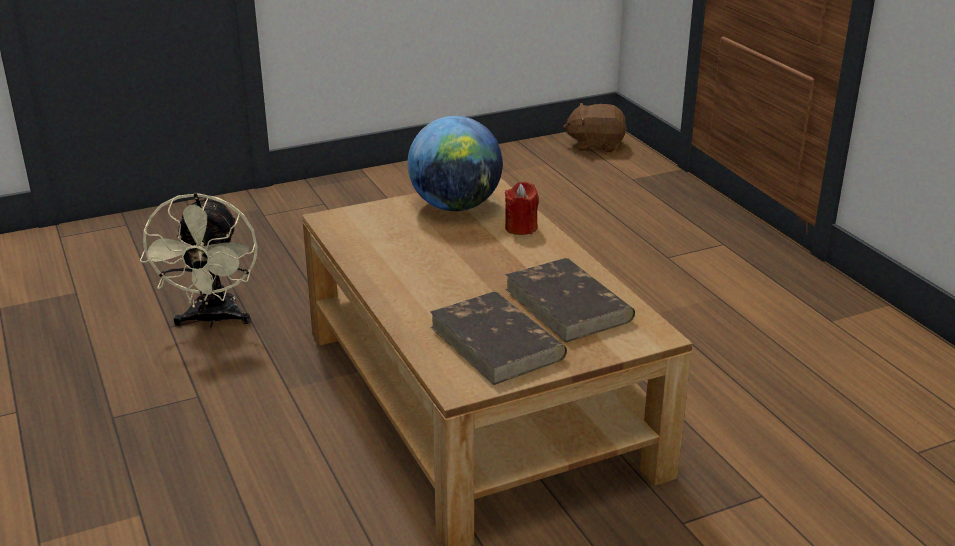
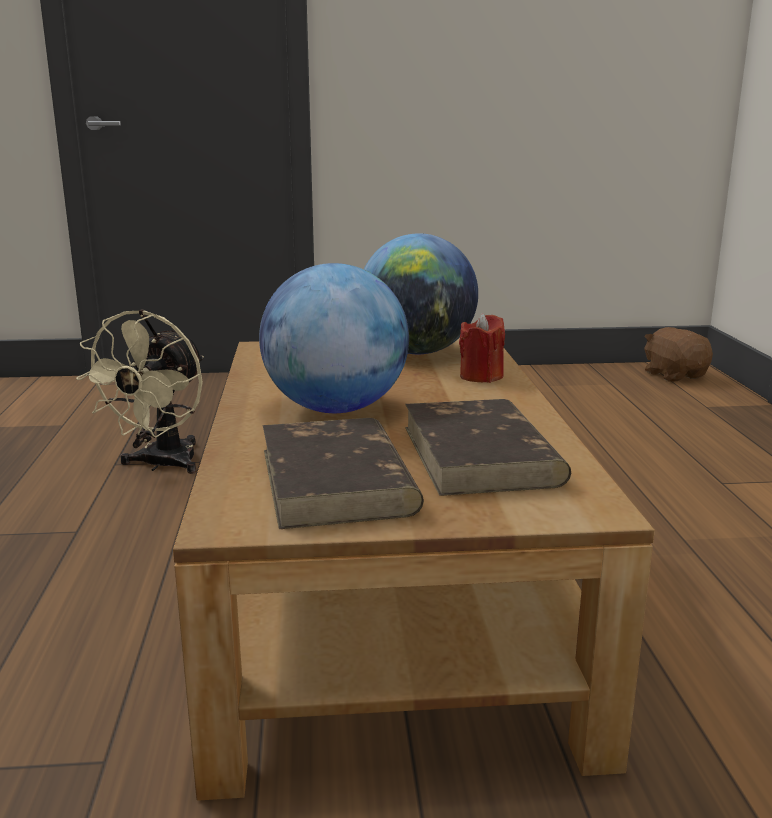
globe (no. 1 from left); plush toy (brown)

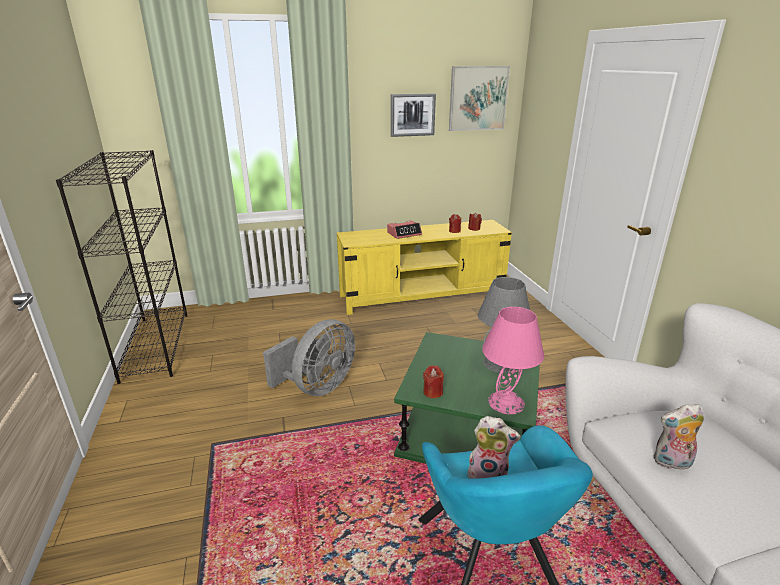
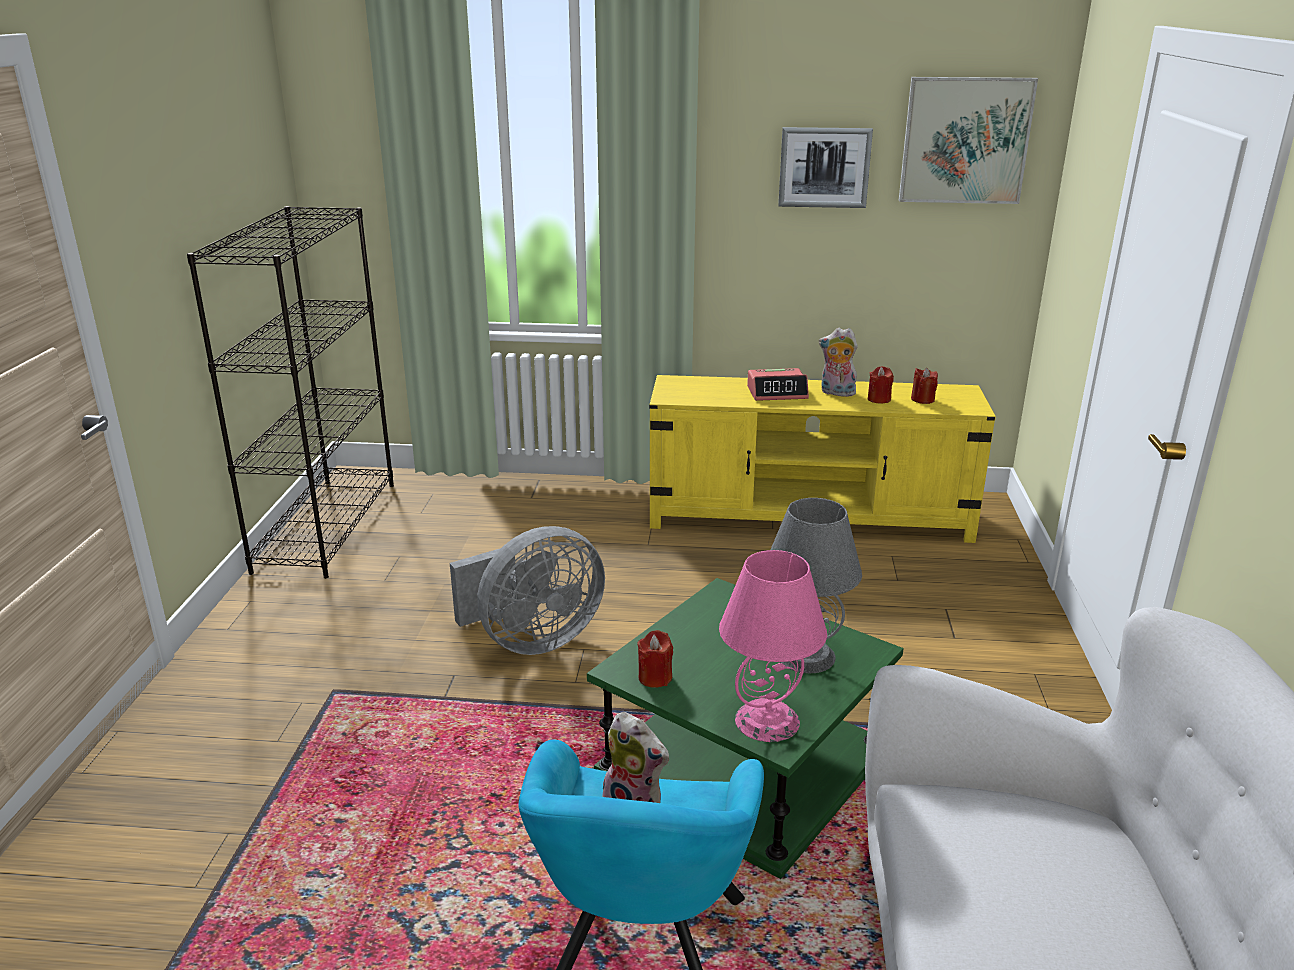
plush toy (no. 2 from left)

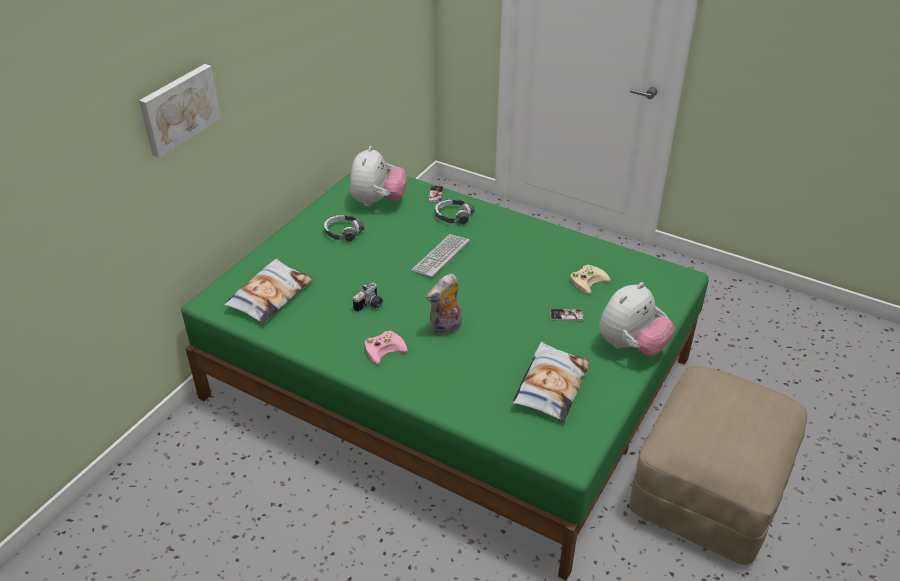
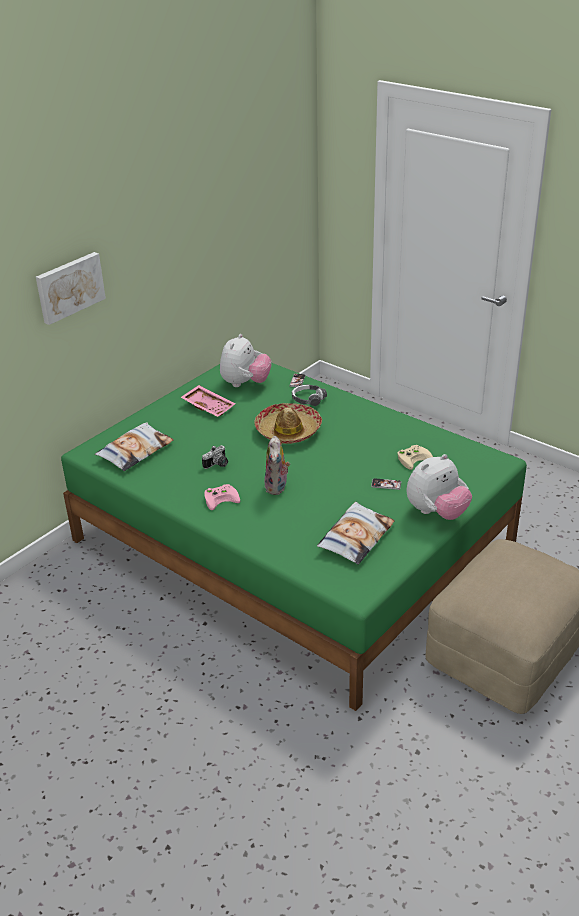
tray (pink); hat; plush toy (no. 2 from left)

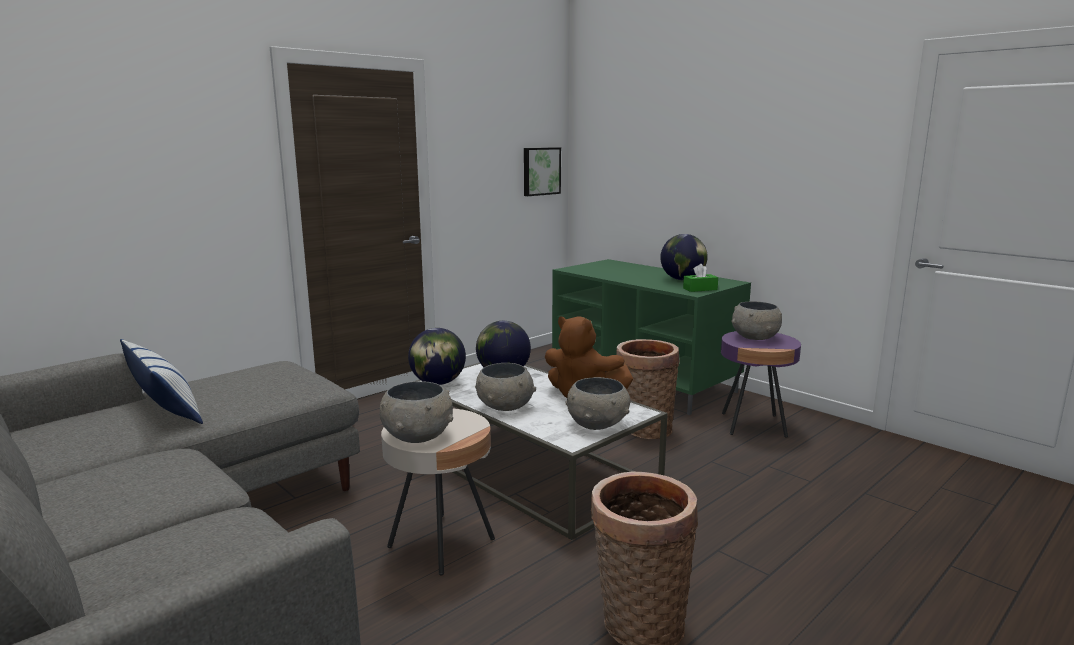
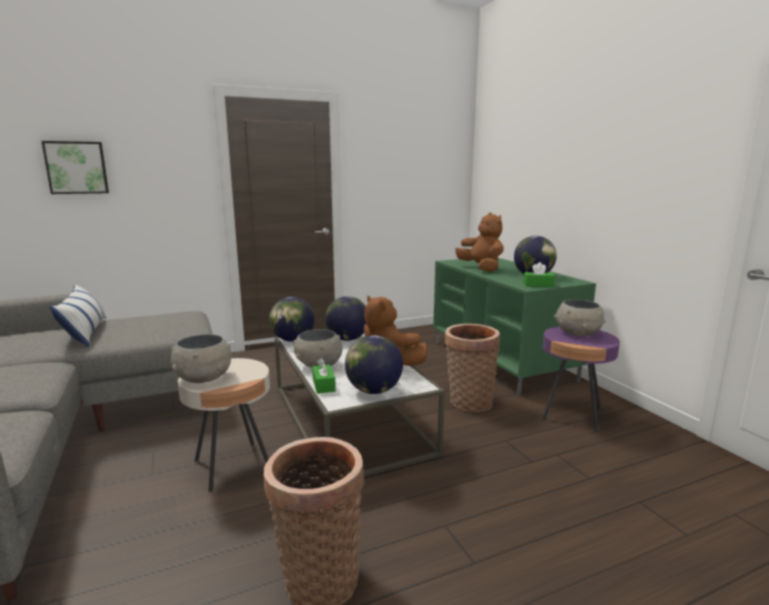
tissue box (green) (no. 1 from left); plush toy (brown) (no. 2 from left); picture; globe (no. 3 from left)

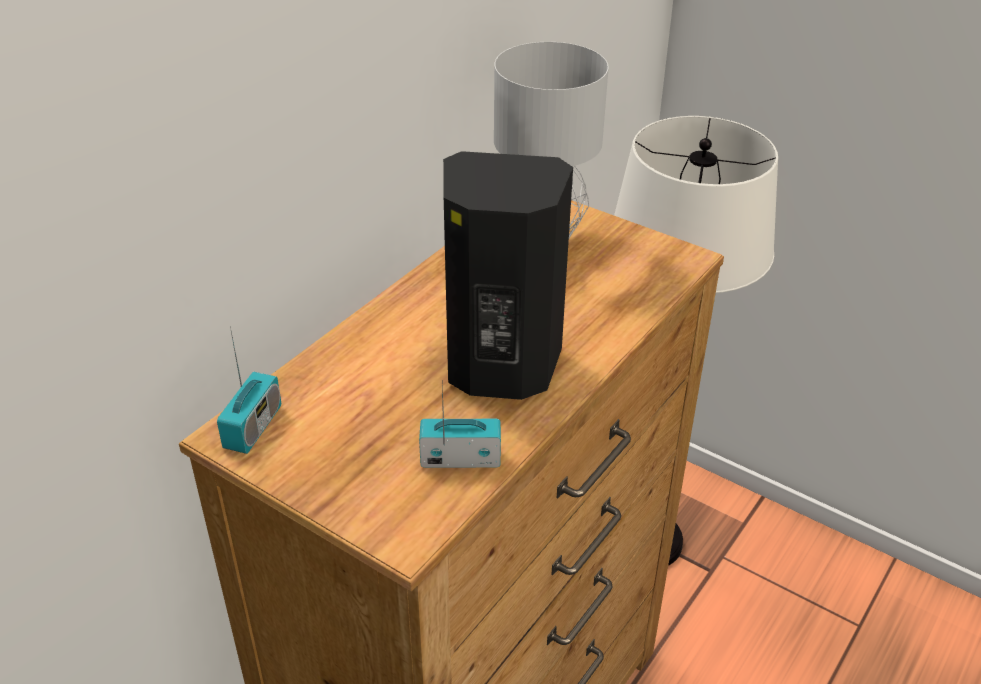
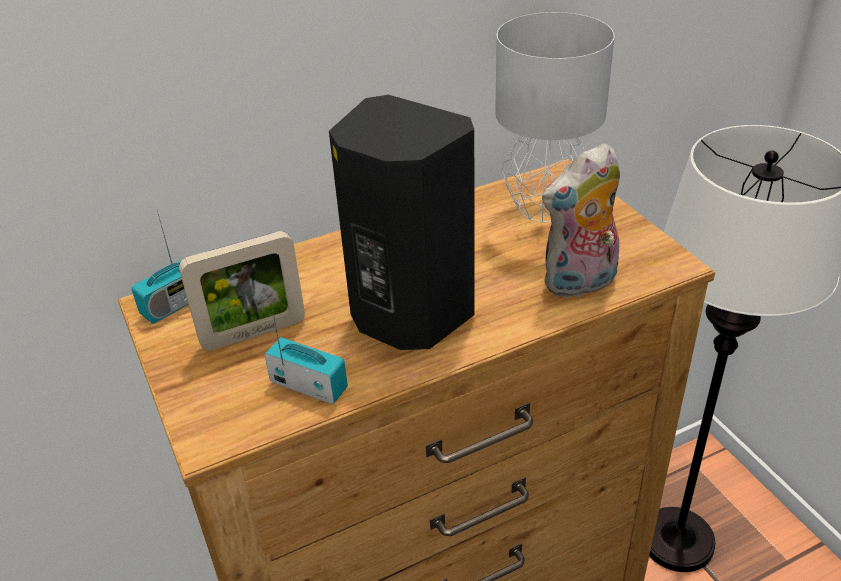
picture frame; plush toy

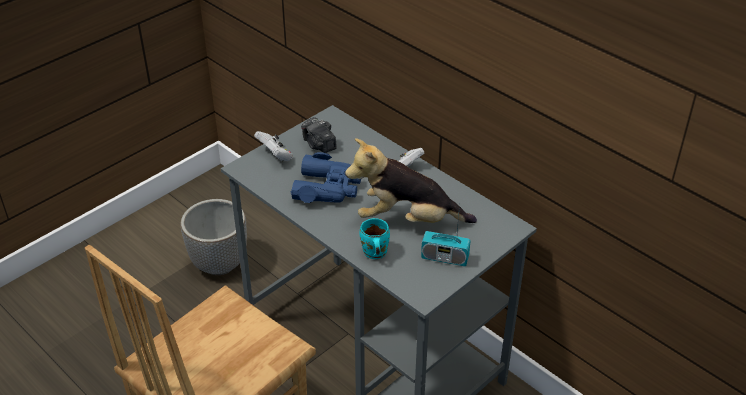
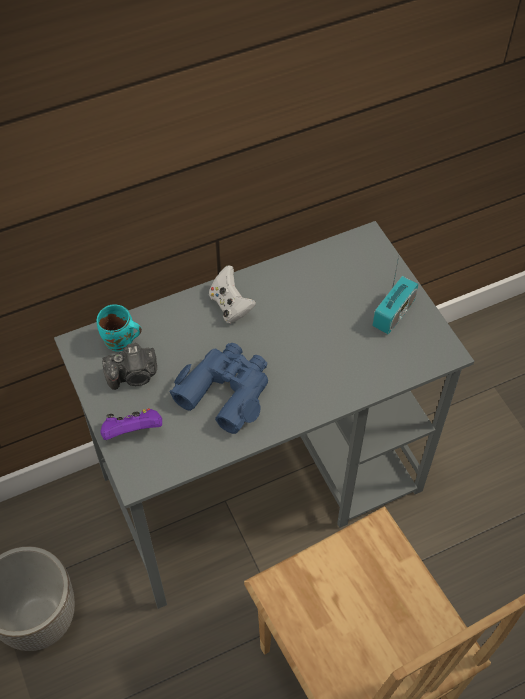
plush toy; mug (turquoise); game controller (purple)

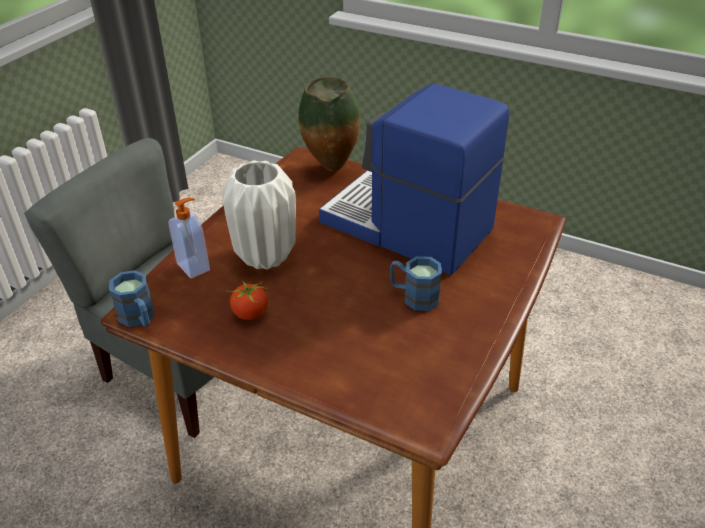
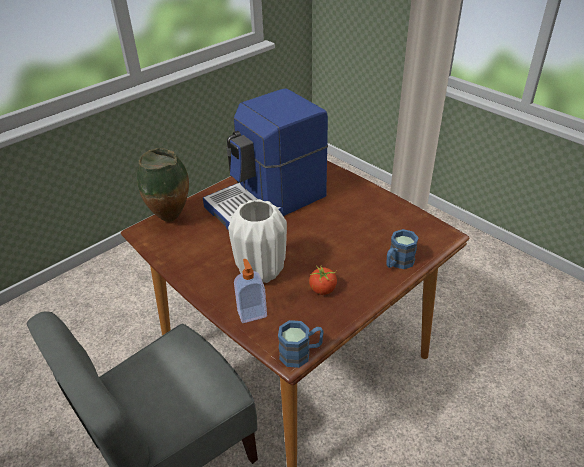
mug (blue) (no. 2 from left)

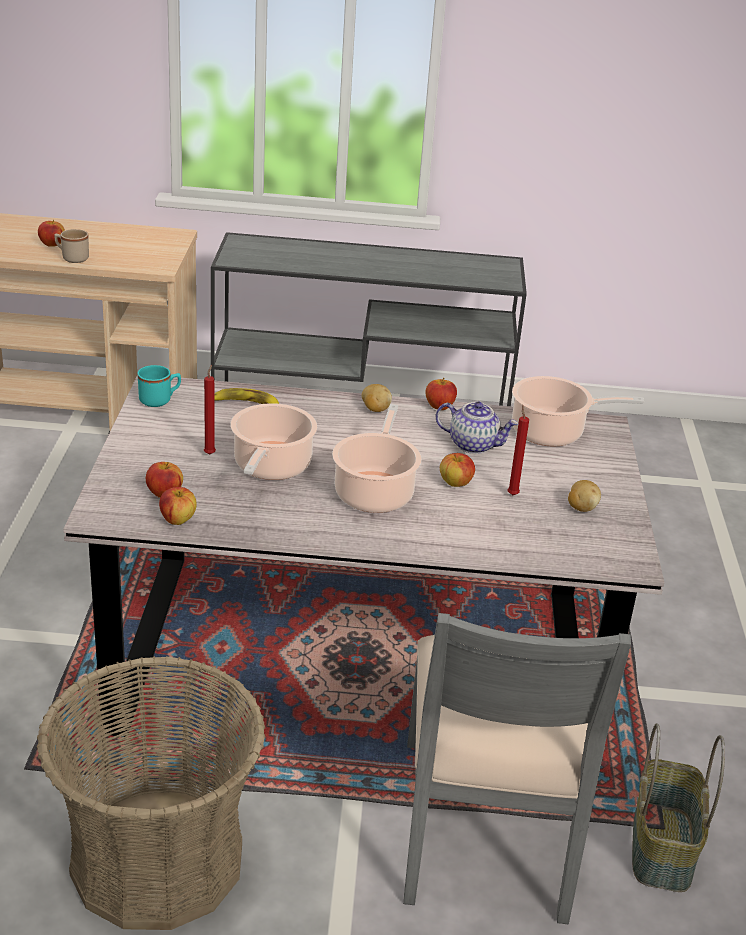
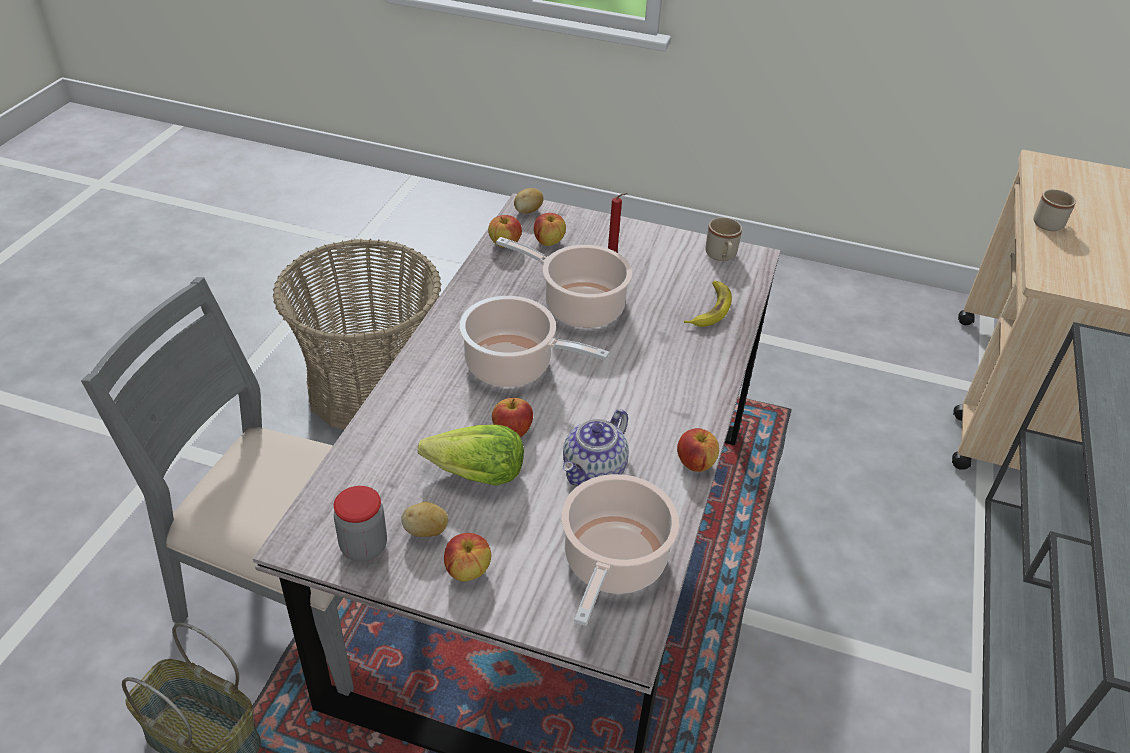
jar; apple (no. 1 from left); potato (no. 2 from left); lettuce; mug (beige) (no. 1 from left)

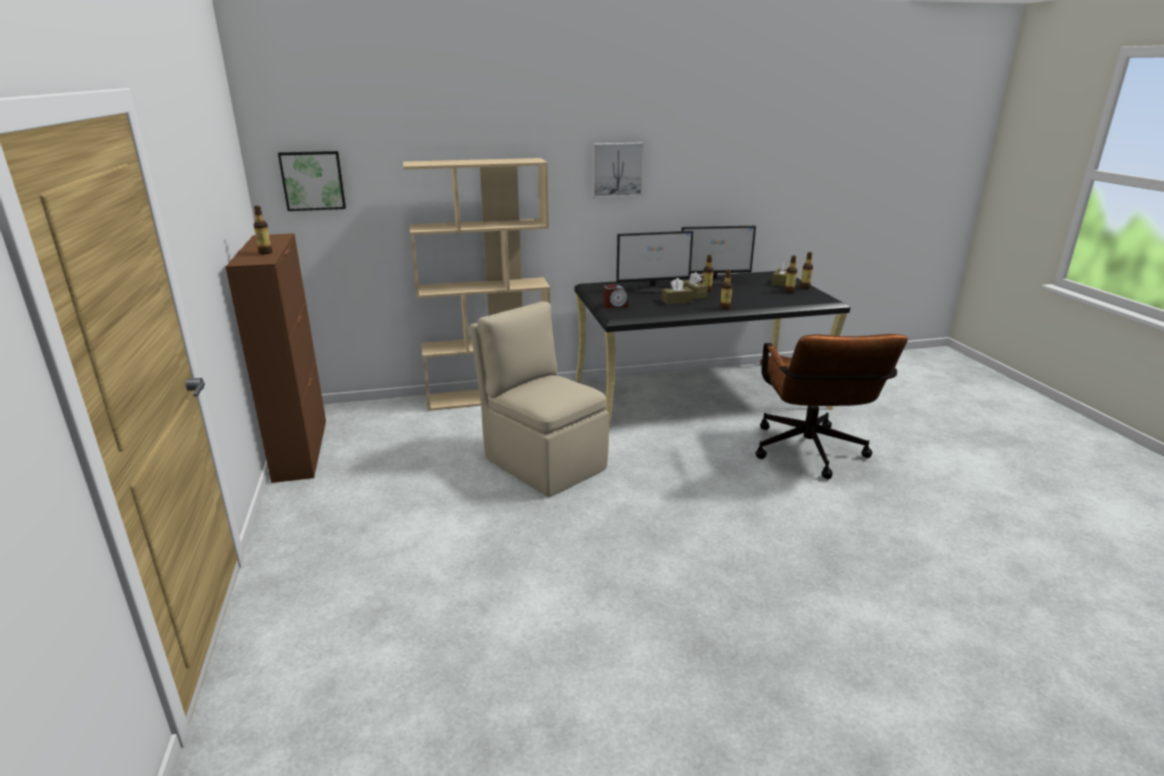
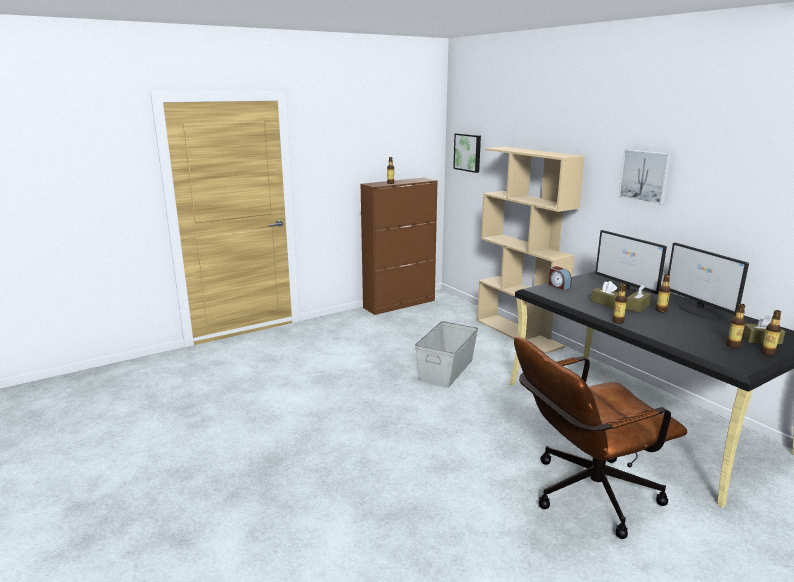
storage box (grey)

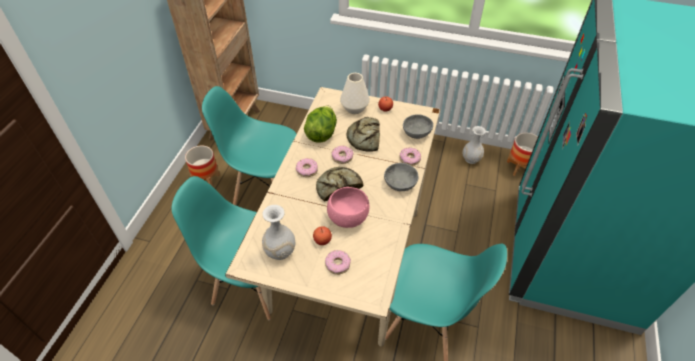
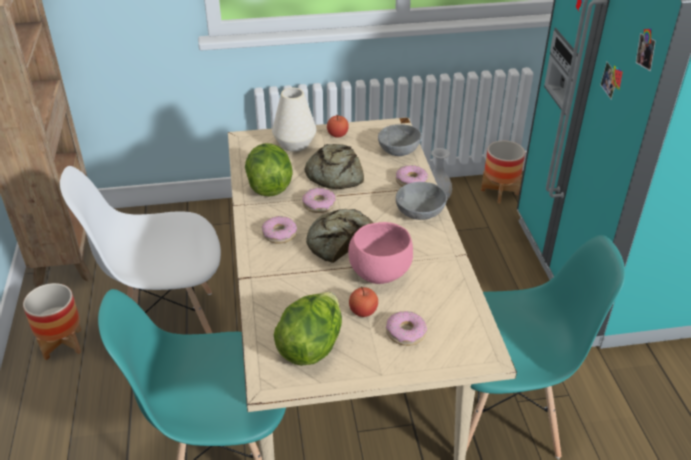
lettuce (no. 2 from left); chair (white)

